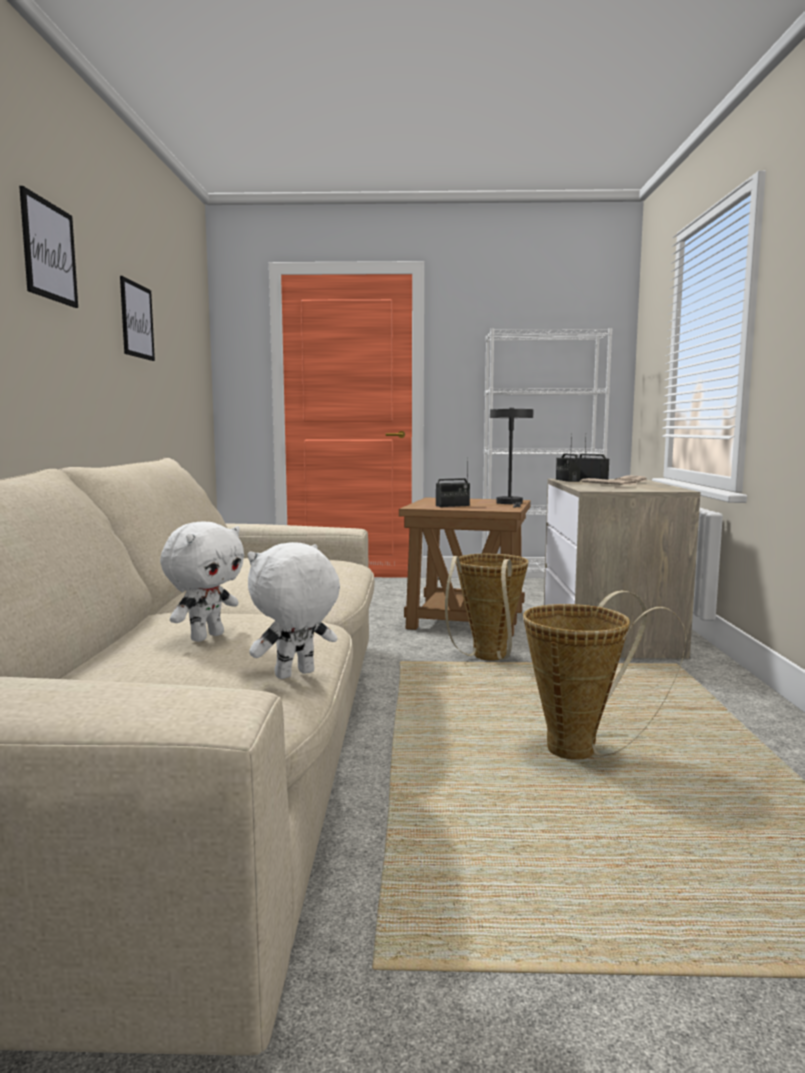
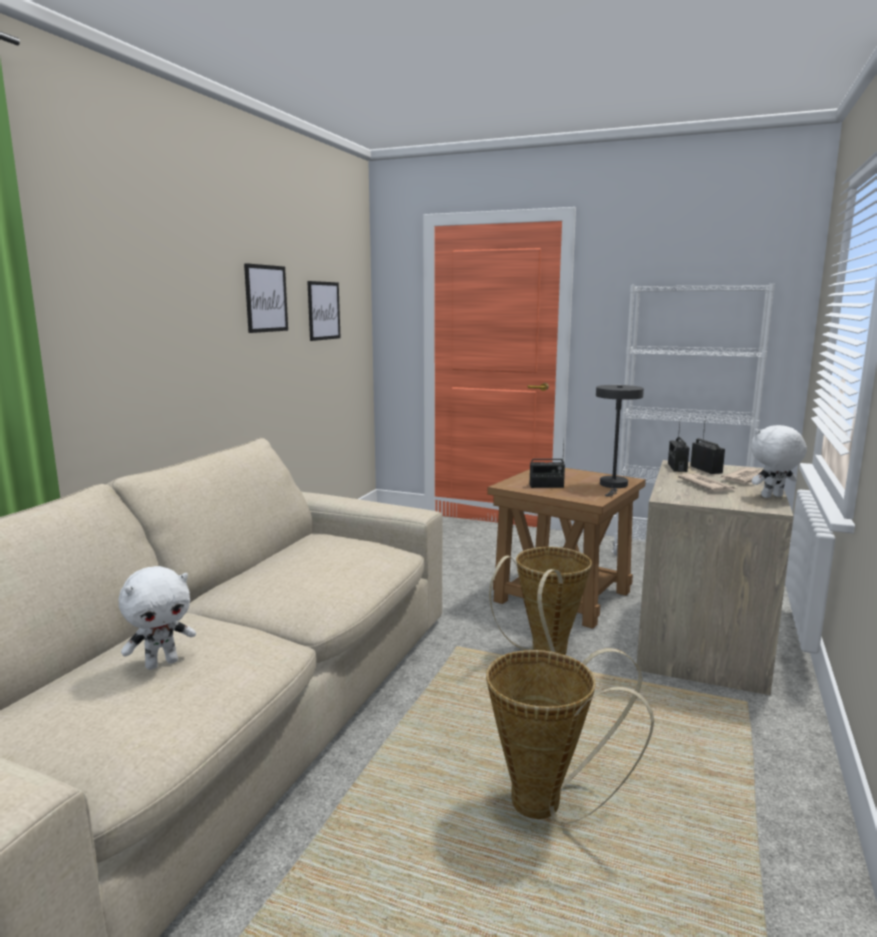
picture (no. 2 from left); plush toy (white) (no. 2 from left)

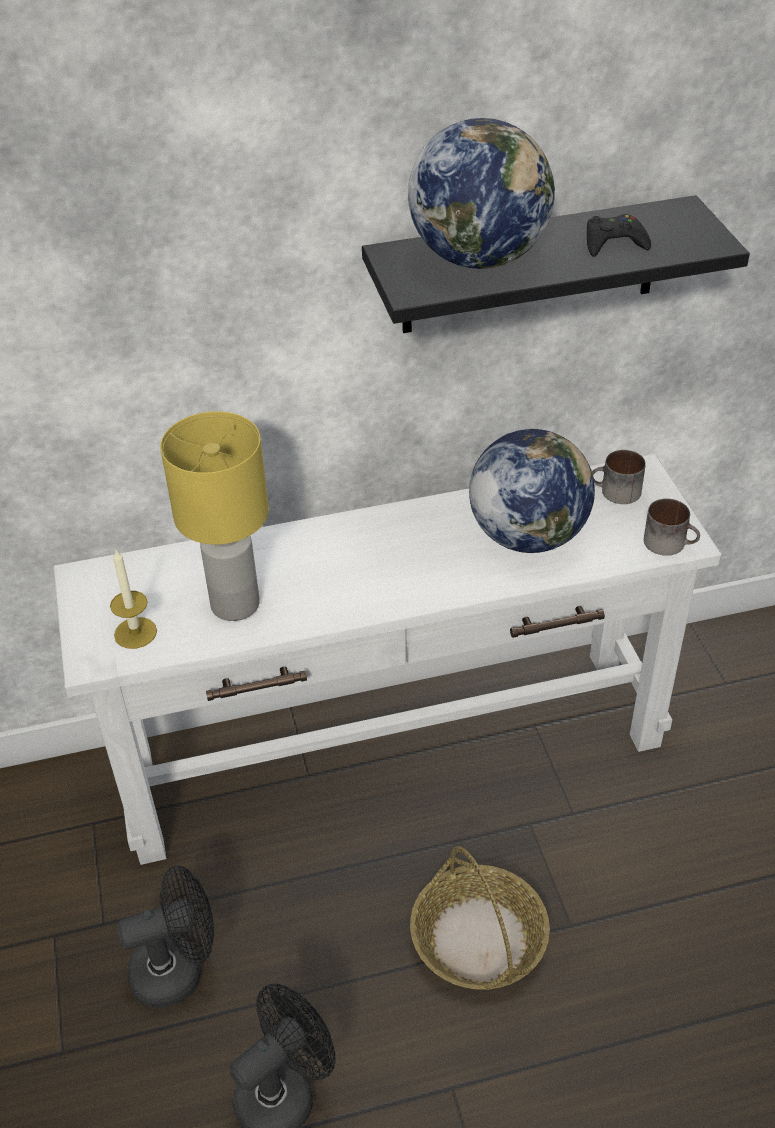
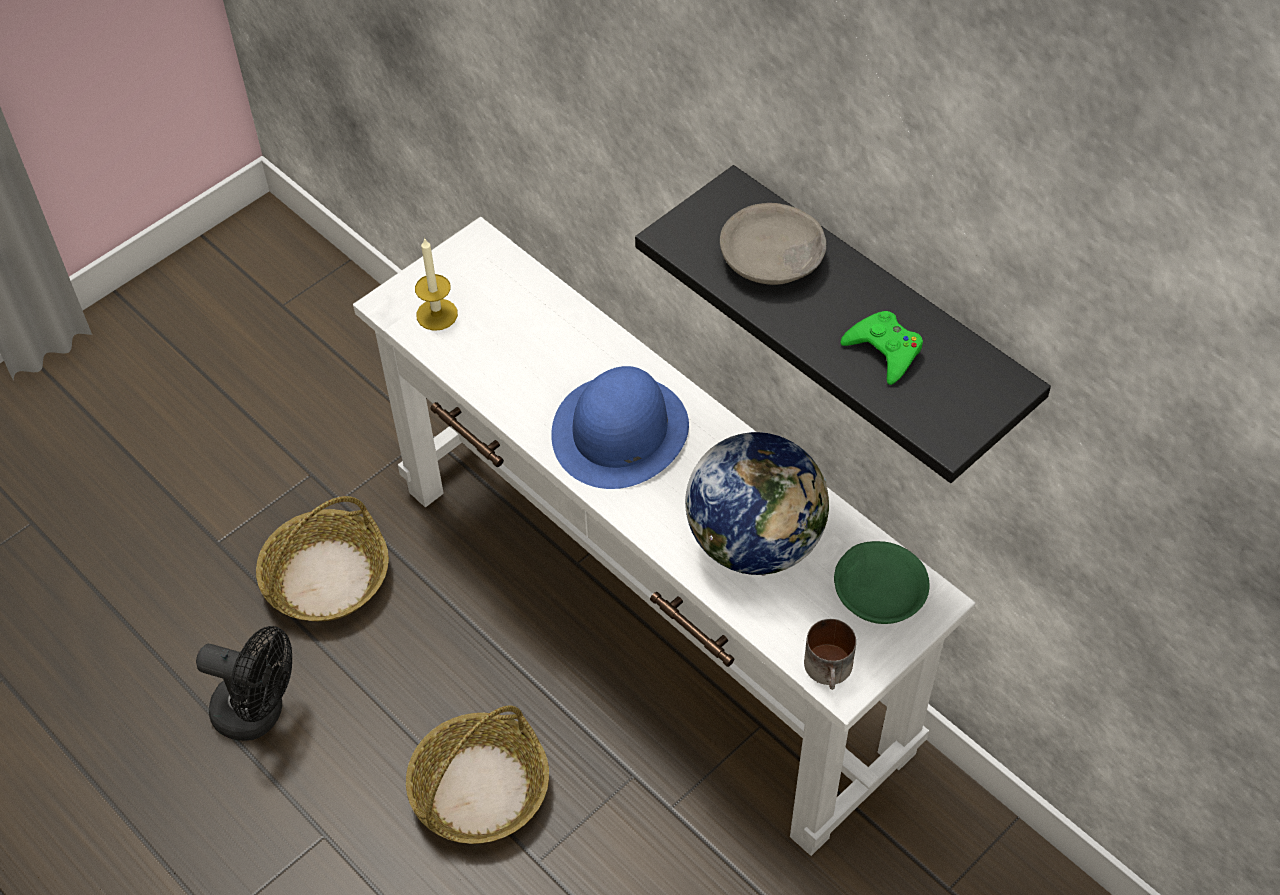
table lamp (yellow); hat (blue); basket (no. 1 from left); bowl (grey); bowl (green); game controller (green)

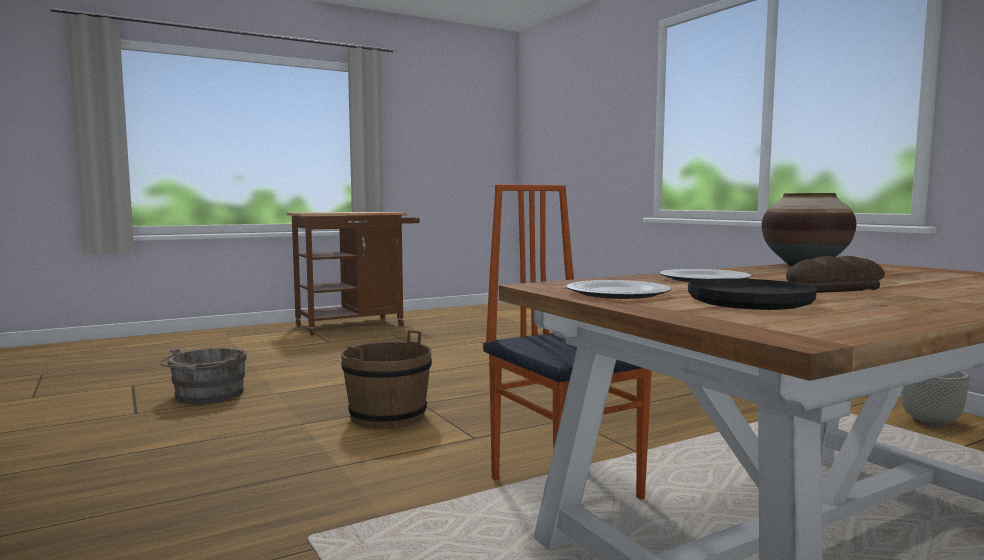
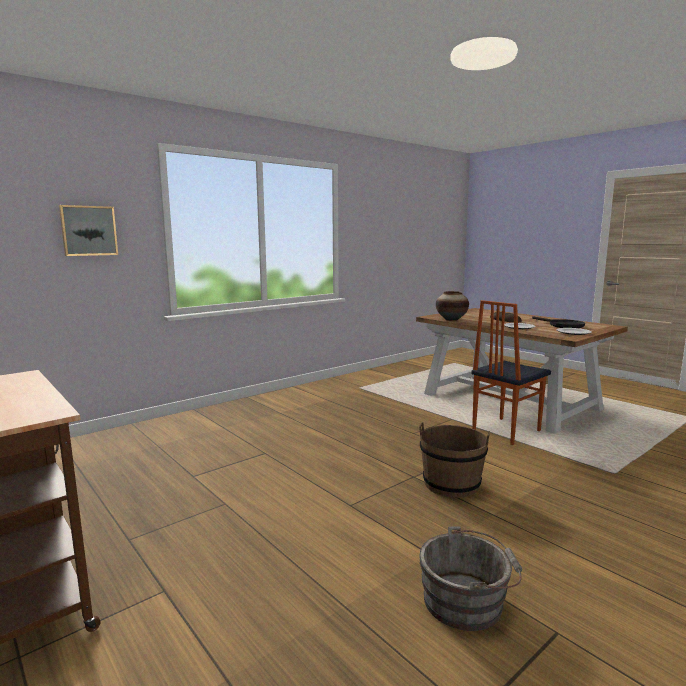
planter (grey); picture

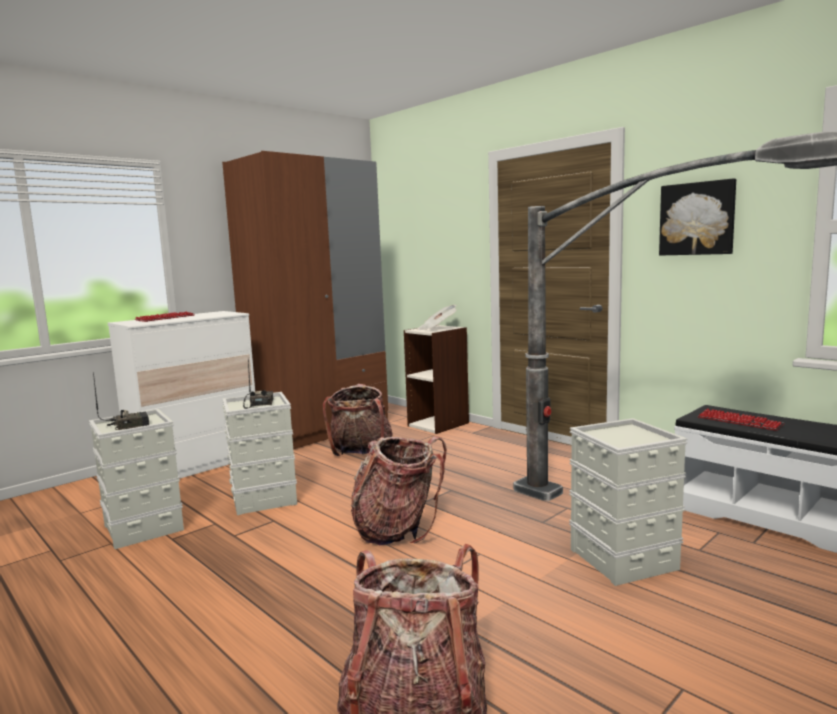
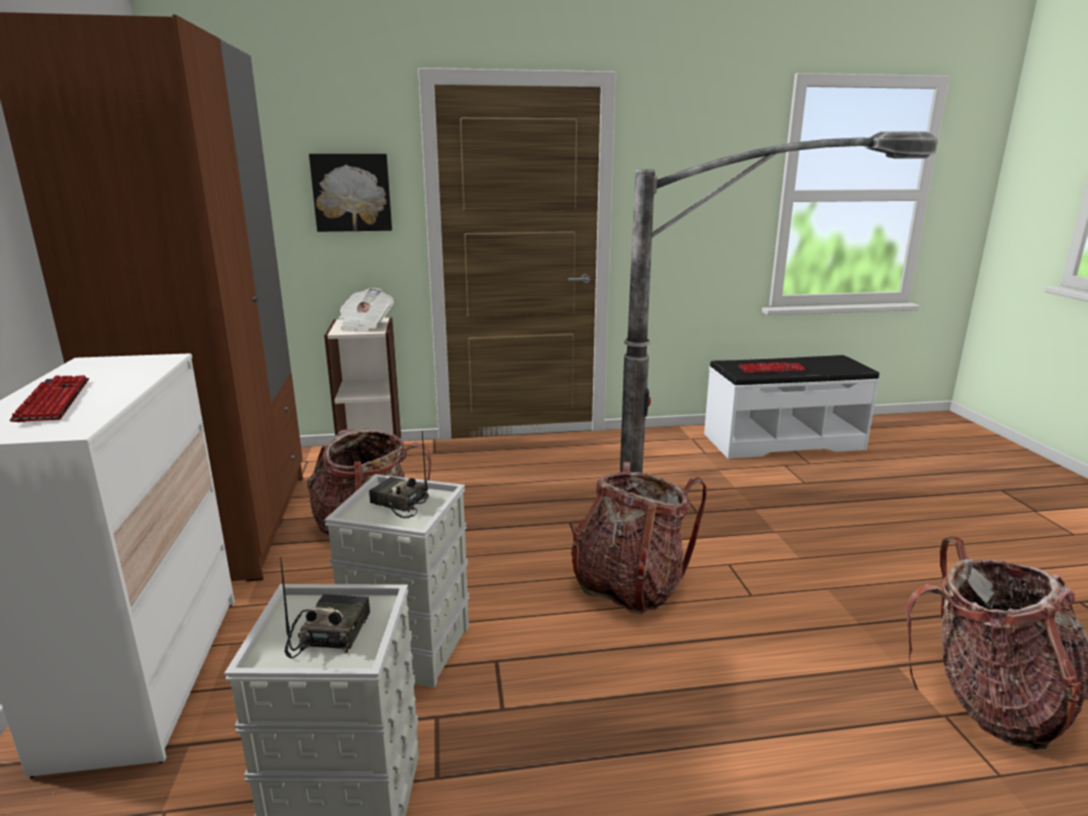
storage box (grey) (no. 3 from left in the first image); picture

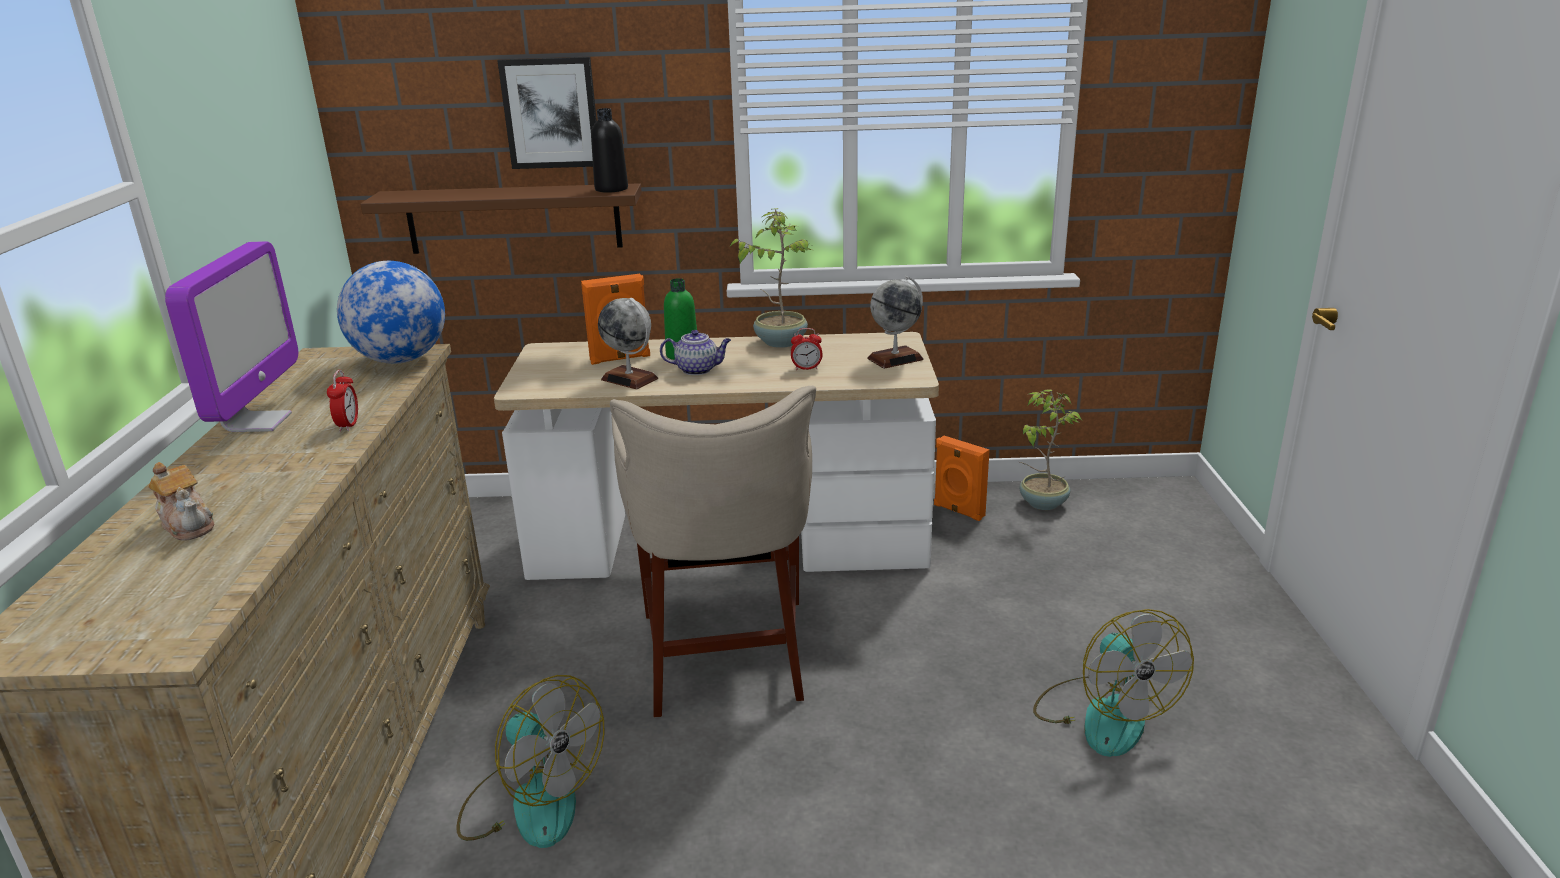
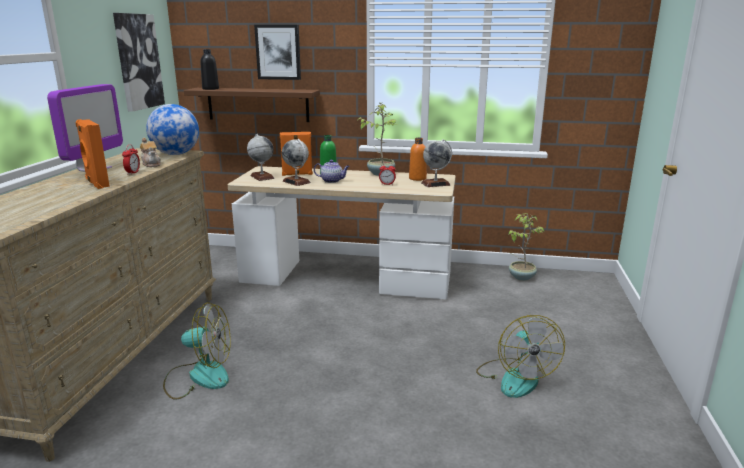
stool (beige); picture (no. 1 from left); globe (no. 2 from left); bottle (orange); teapot (no. 1 from left); bottle (black); speaker (orange) (no. 1 from left); fan (no. 1 from left)

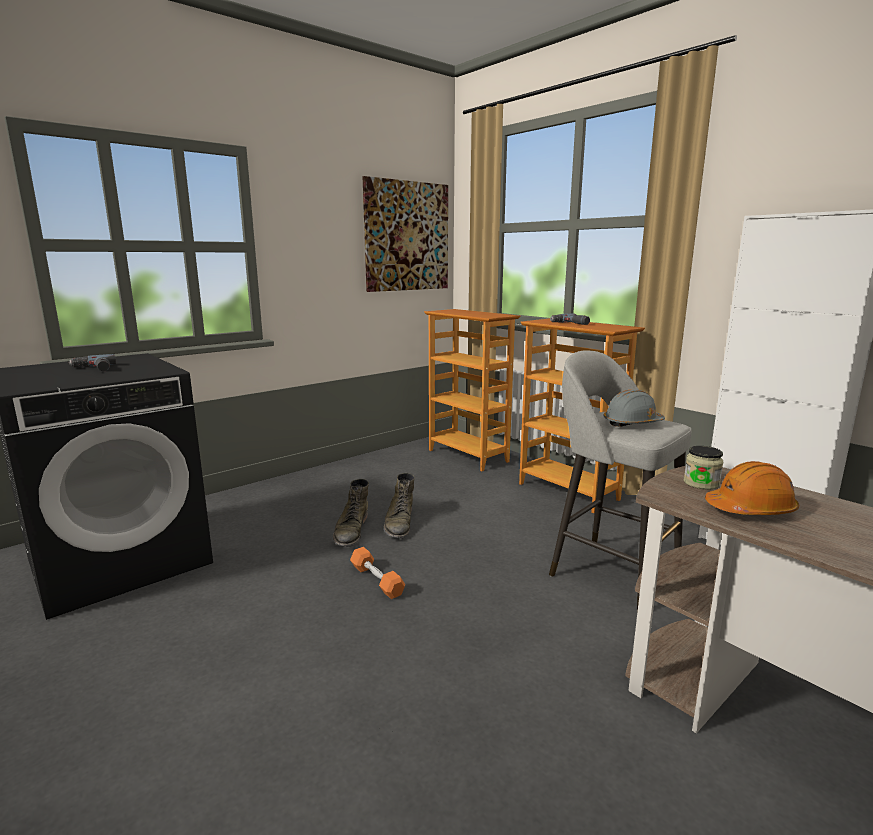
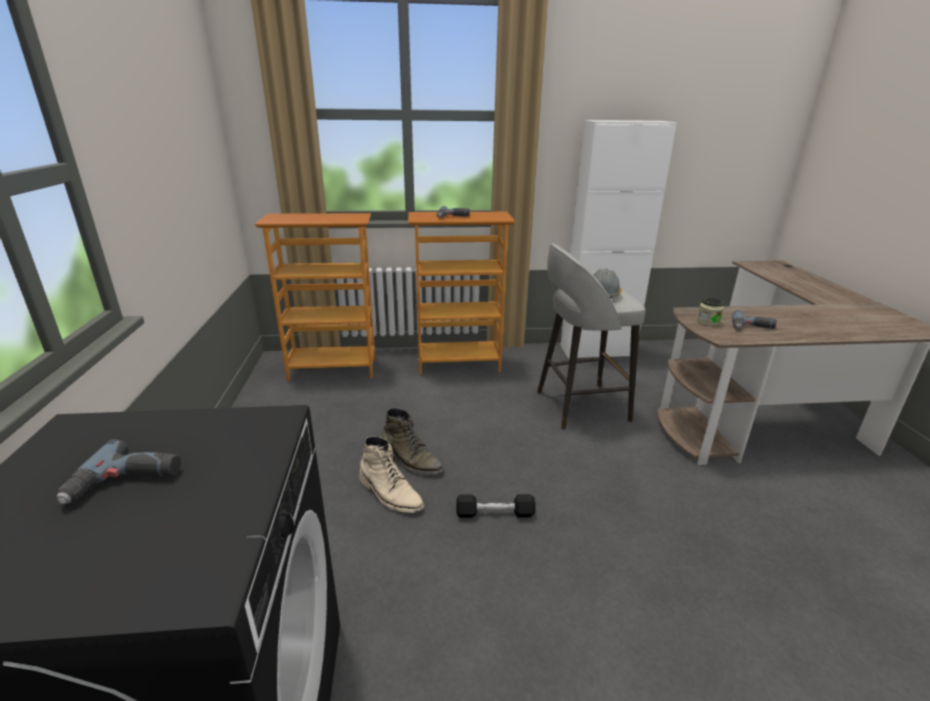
picture; power drill (no. 3 from left); boot (beige); dumbbell (black)

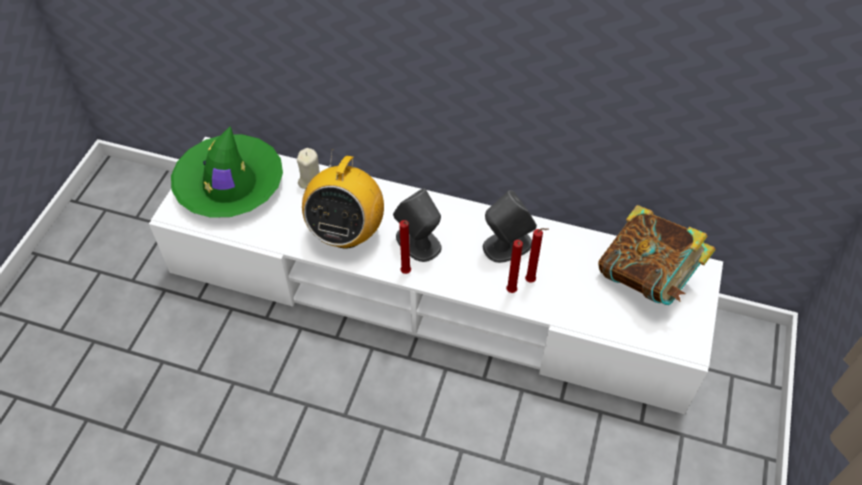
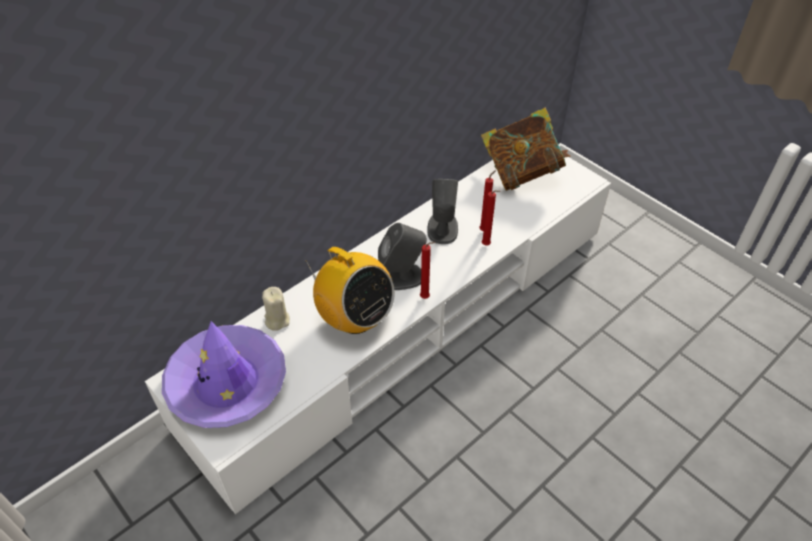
hat (purple)

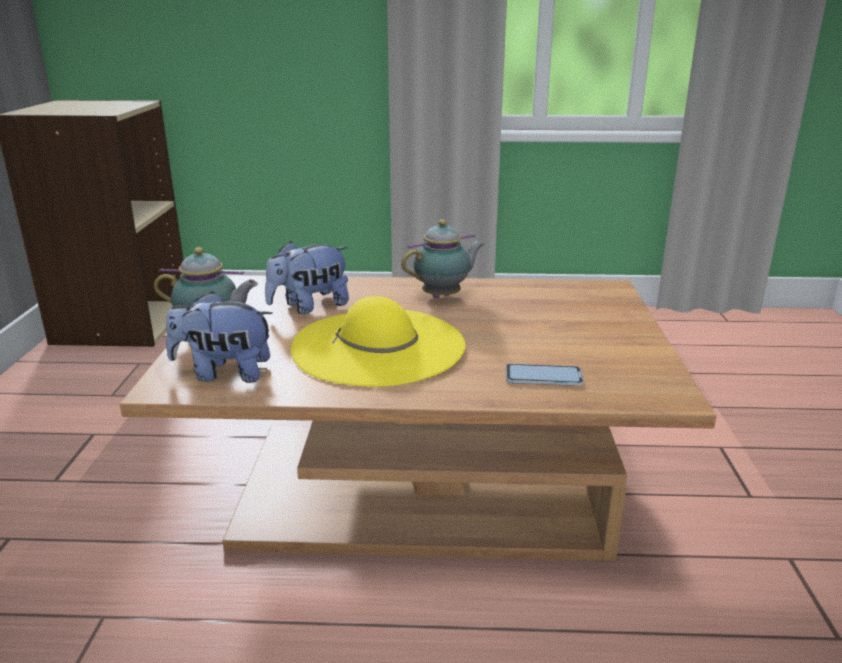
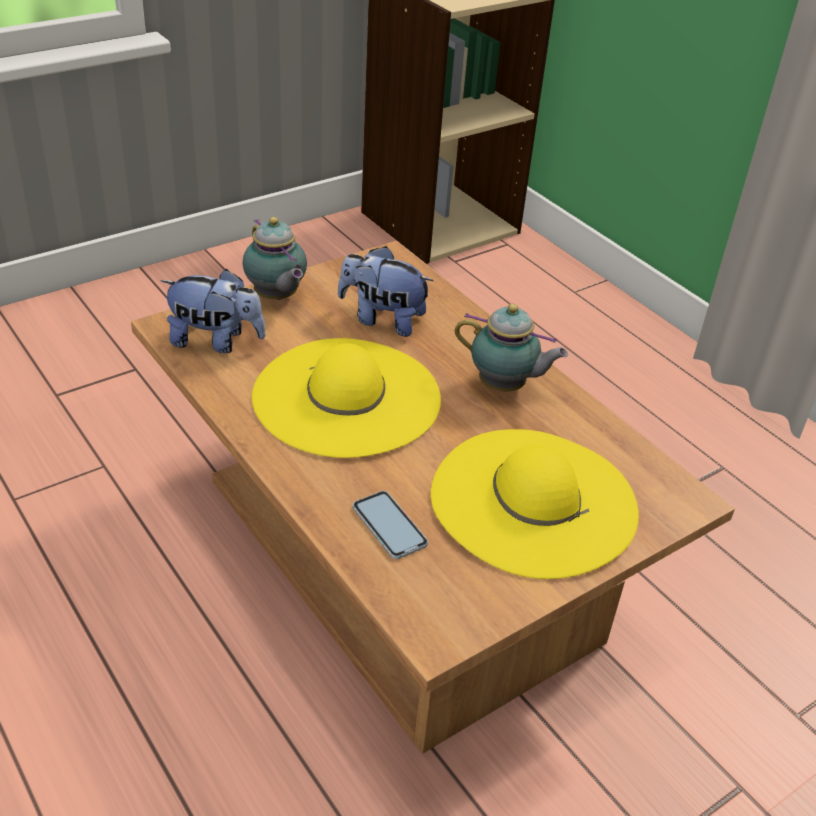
hat (yellow) (no. 2 from left); plush toy (no. 1 from left)

